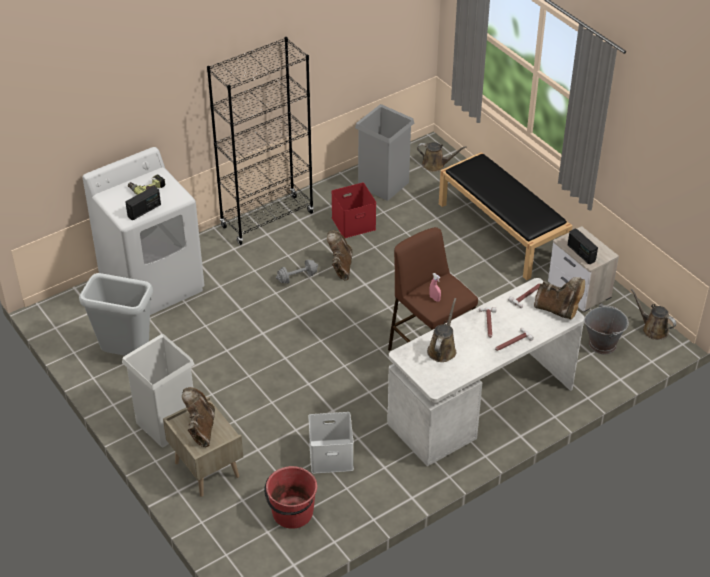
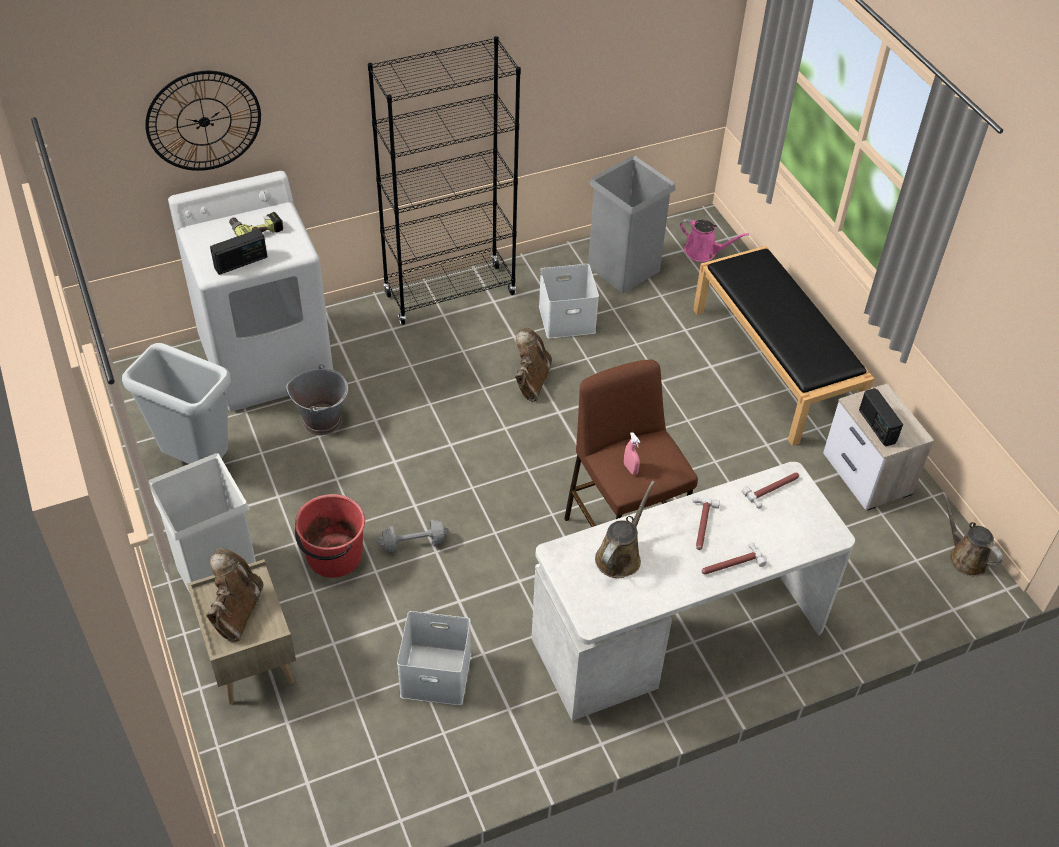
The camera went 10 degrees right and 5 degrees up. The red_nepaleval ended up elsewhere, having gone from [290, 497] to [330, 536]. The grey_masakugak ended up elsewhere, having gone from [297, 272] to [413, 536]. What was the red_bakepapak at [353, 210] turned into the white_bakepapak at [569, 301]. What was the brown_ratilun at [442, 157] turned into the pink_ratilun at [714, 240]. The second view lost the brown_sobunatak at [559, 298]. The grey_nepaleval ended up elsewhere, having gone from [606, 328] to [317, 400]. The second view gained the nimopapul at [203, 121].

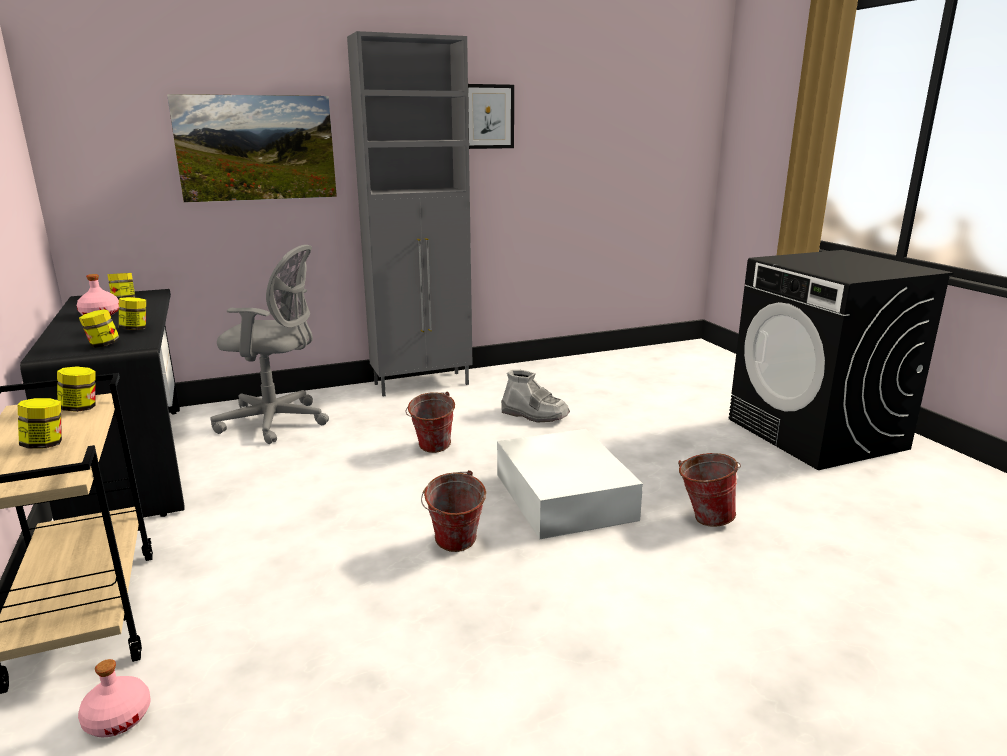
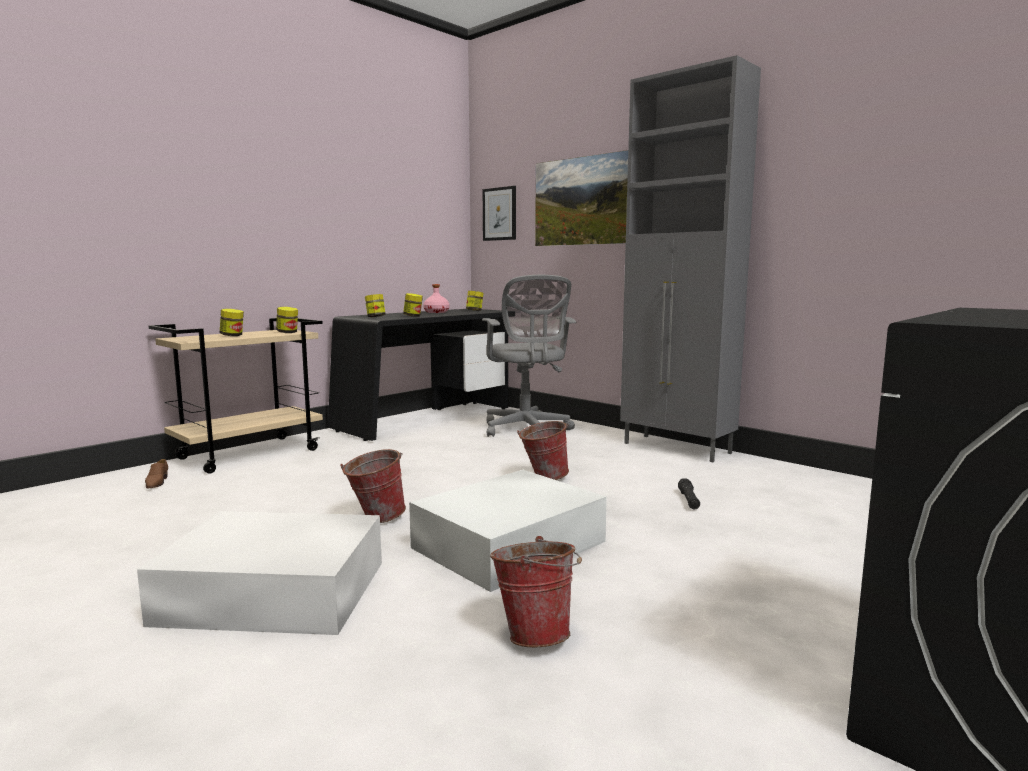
The camera went 65 degrees right and 10 degrees down. Where the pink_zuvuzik stood at [114, 698], the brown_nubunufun came to stand at [156, 474]. The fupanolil ended up elsewhere, having gone from [491, 116] to [499, 213]. Where the grey_sobunatak stood at [535, 396], the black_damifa came to stand at [689, 494]. The second view gained the white_bakepapak at [259, 573].

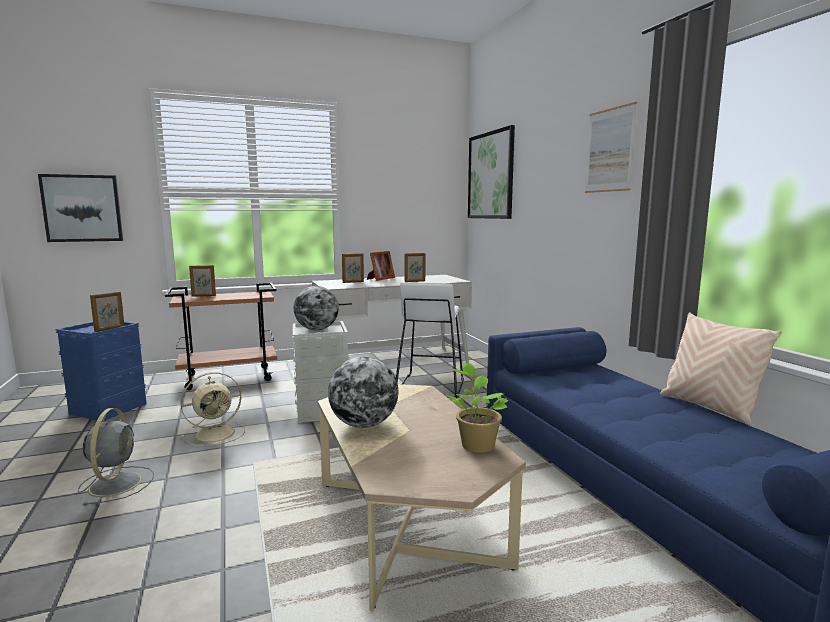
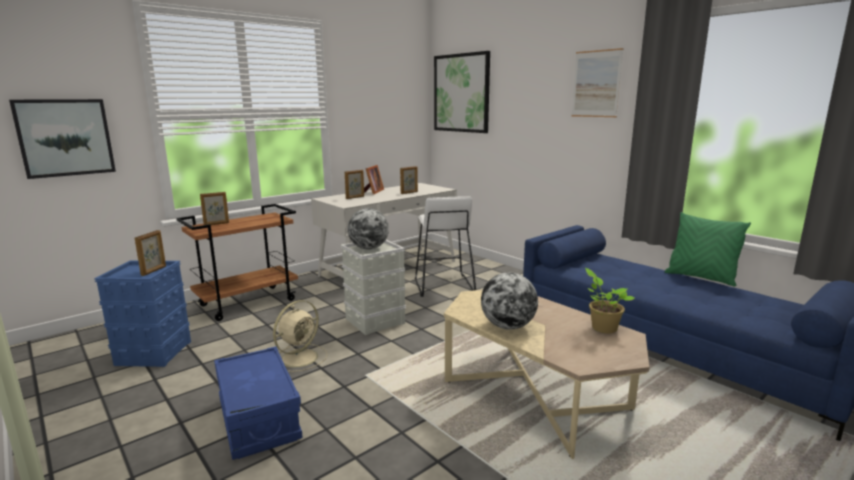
The camera went 20 degrees left and 5 degrees up. Where the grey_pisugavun stood at [116, 457], the blue_bakepapak came to stand at [258, 403]. What was the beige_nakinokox at [721, 368] turned into the green_nakinokox at [708, 249].

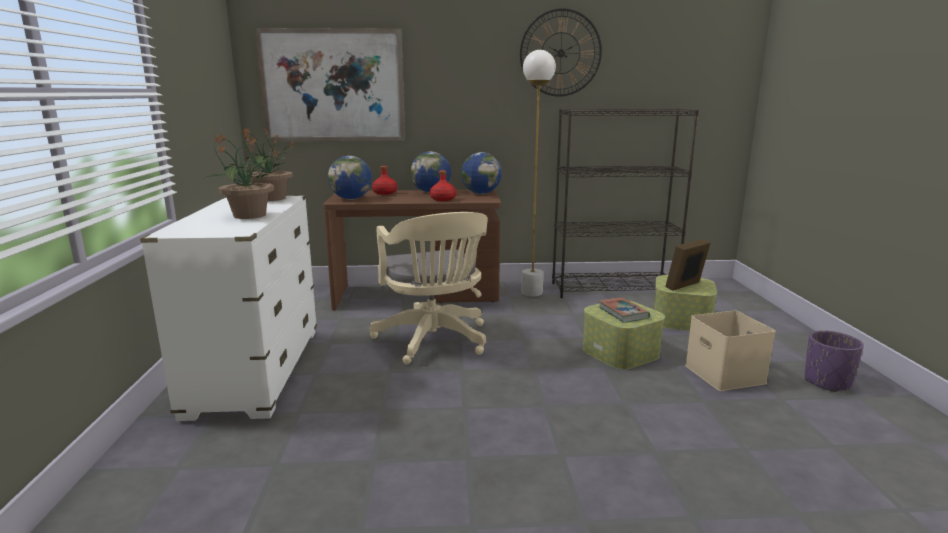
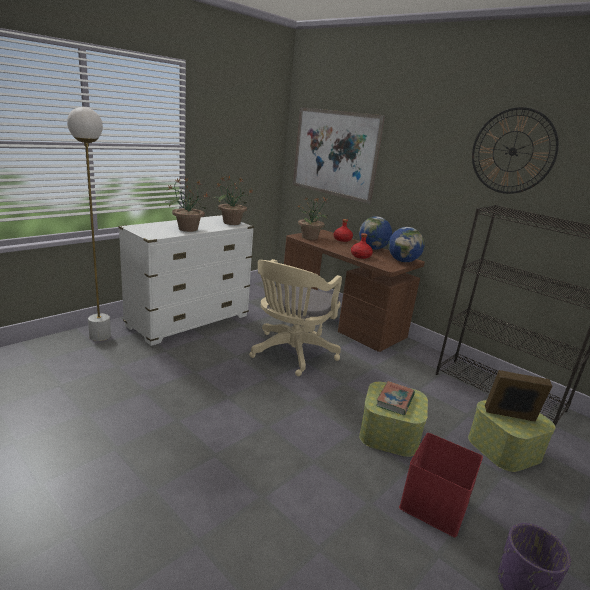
The camera went 45 degrees right and 5 degrees up. Where the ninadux stood at [350, 178], the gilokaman came to stand at [312, 218]. The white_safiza ended up elsewhere, having gone from [538, 173] to [89, 224]. What was the beige_bakepapak at [730, 351] turned into the red_bakepapak at [441, 485].

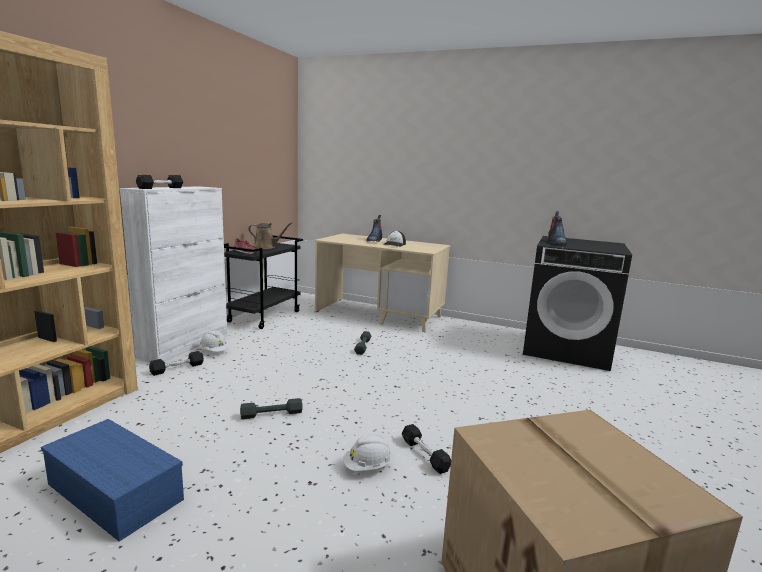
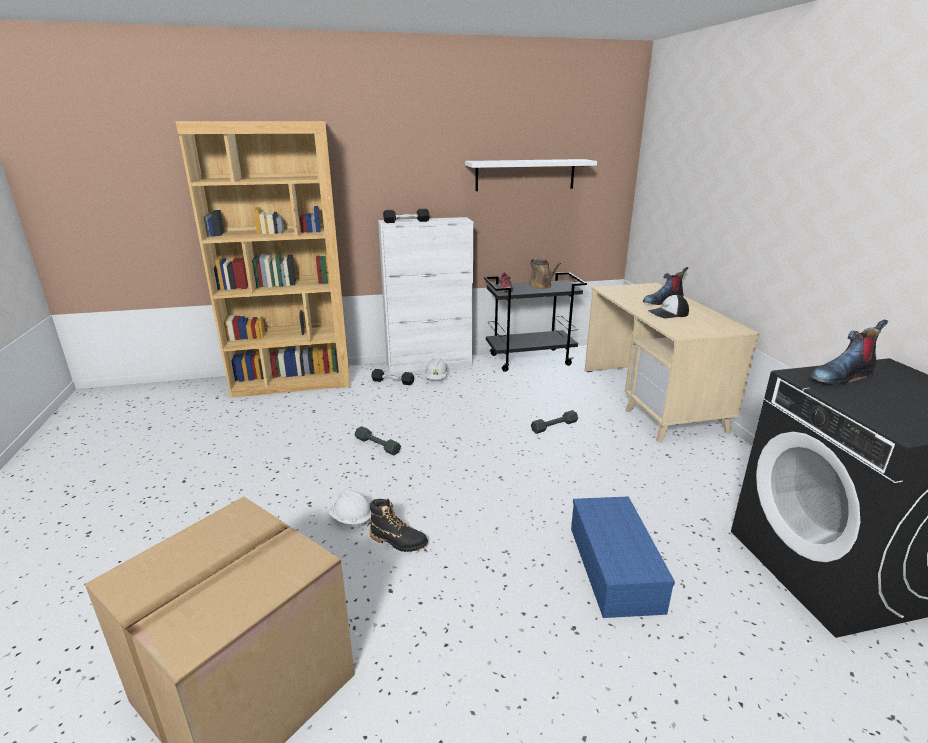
The camera went 55 degrees right and 10 degrees up. The blue_bakepapak ended up elsewhere, having gone from [112, 480] to [623, 557]. Where the black_masakugak stood at [426, 449], the black_sobunatak came to stand at [398, 525]. The second view gained the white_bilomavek at [531, 175].

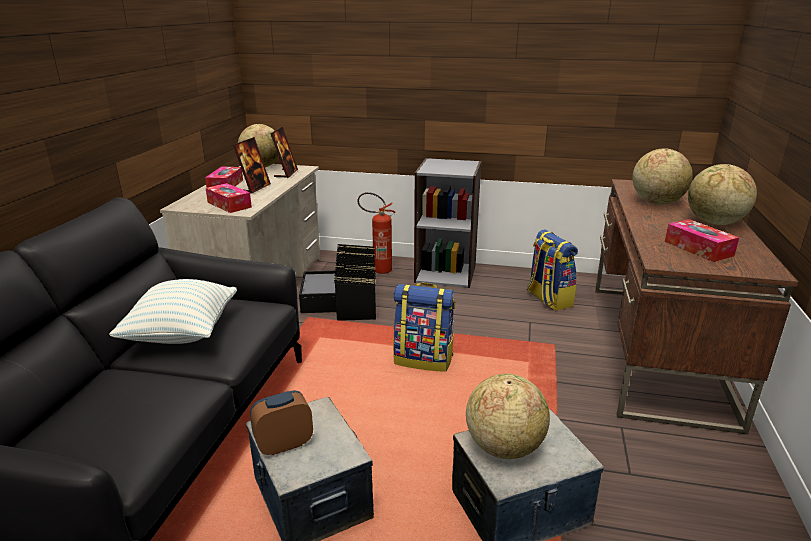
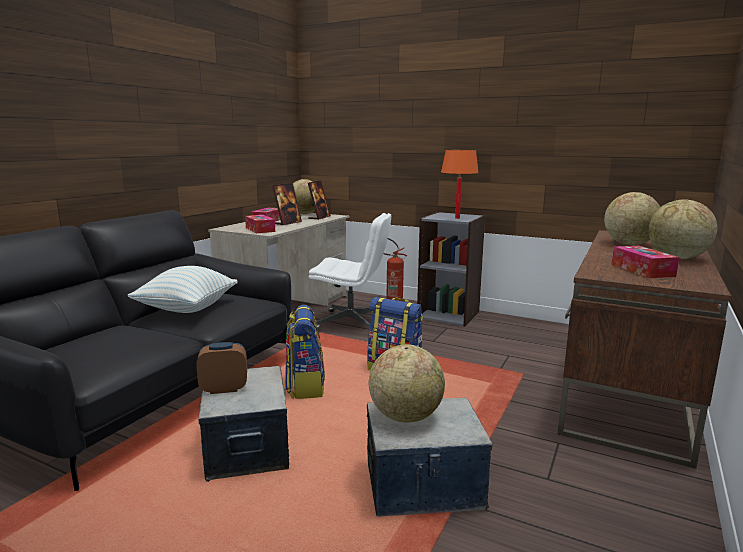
The camera went 15 degrees right and 10 degrees down. Where the black_bakepapak stood at [337, 282], the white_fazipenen came to stand at [350, 272]. The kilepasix ended up elsewhere, having gone from [552, 270] to [305, 352]. The second view gained the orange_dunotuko at [460, 184].

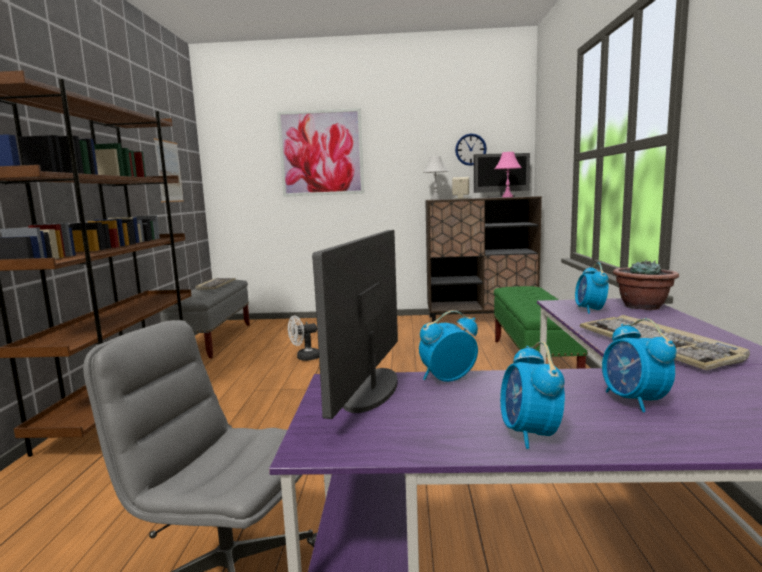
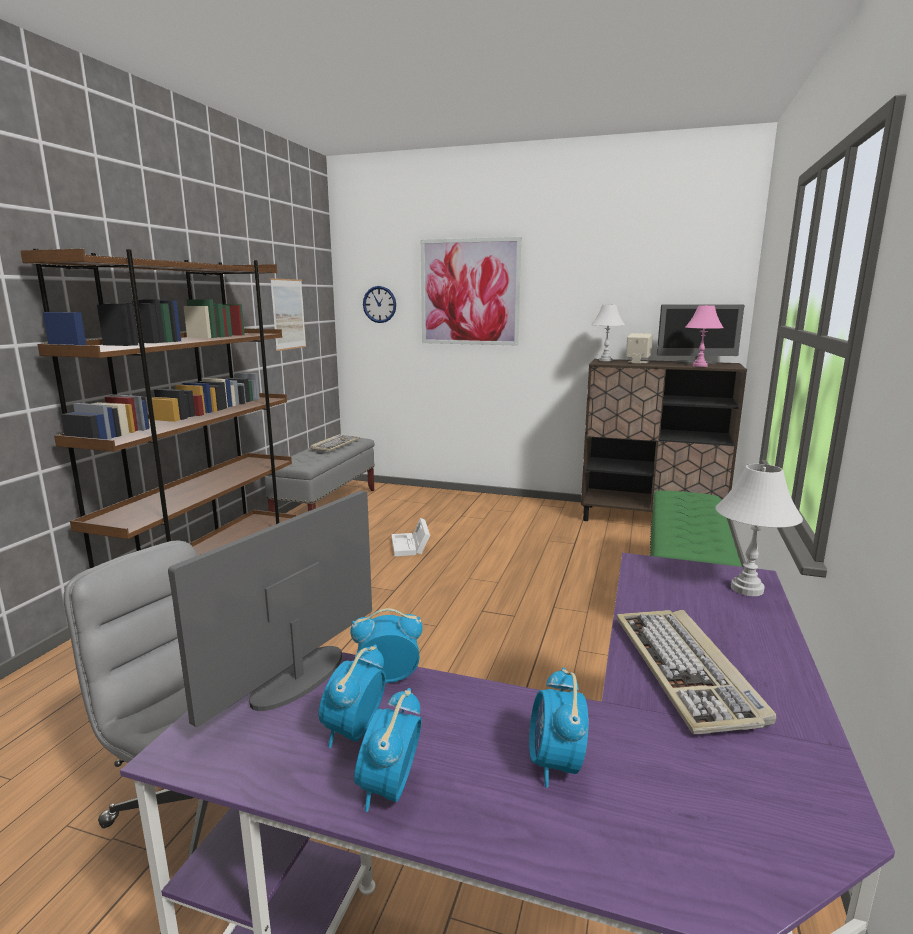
The camera went 15 degrees right and 5 degrees up. Where the white_pisugavun stood at [303, 338], the white_bakepapak came to stand at [411, 537]. The nimopapul ended up elsewhere, having gone from [471, 149] to [379, 304]. The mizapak ended up elsewhere, having gone from [591, 288] to [352, 696]. Where the gilokaman stood at [646, 285], the white_dunotuko came to stand at [759, 530].

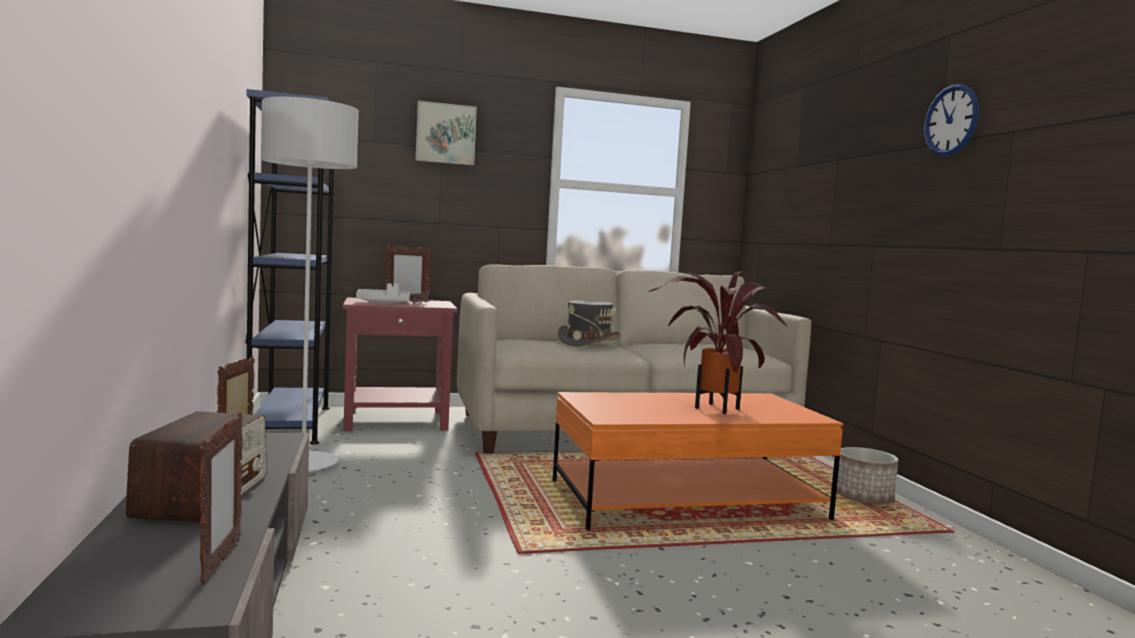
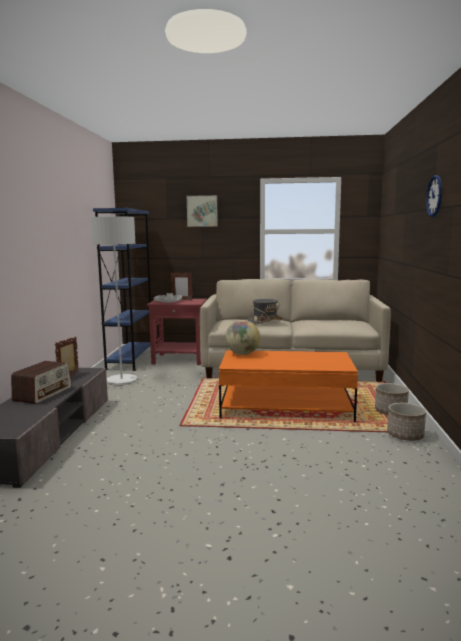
The camera went 20 degrees right and 5 degrees up. The second view lost the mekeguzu at [221, 498]. The second view lost the gilokaman at [718, 342]. The second view gained the ninadux at [242, 337]. The second view gained the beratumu at [406, 422].

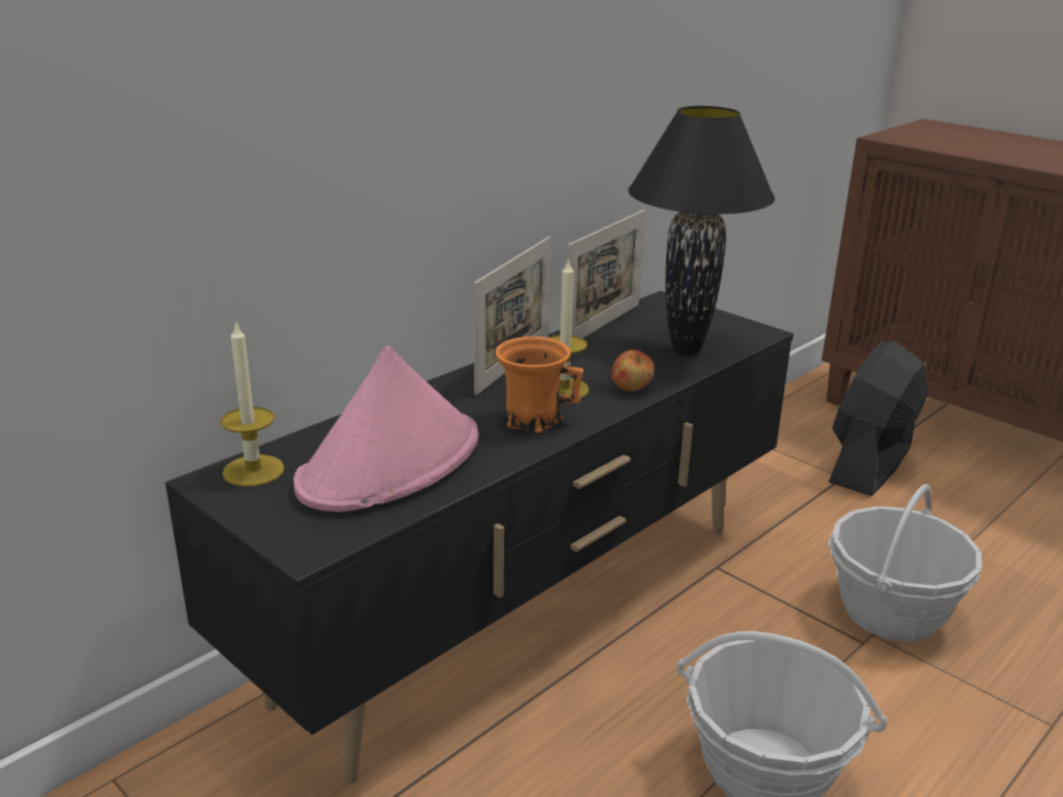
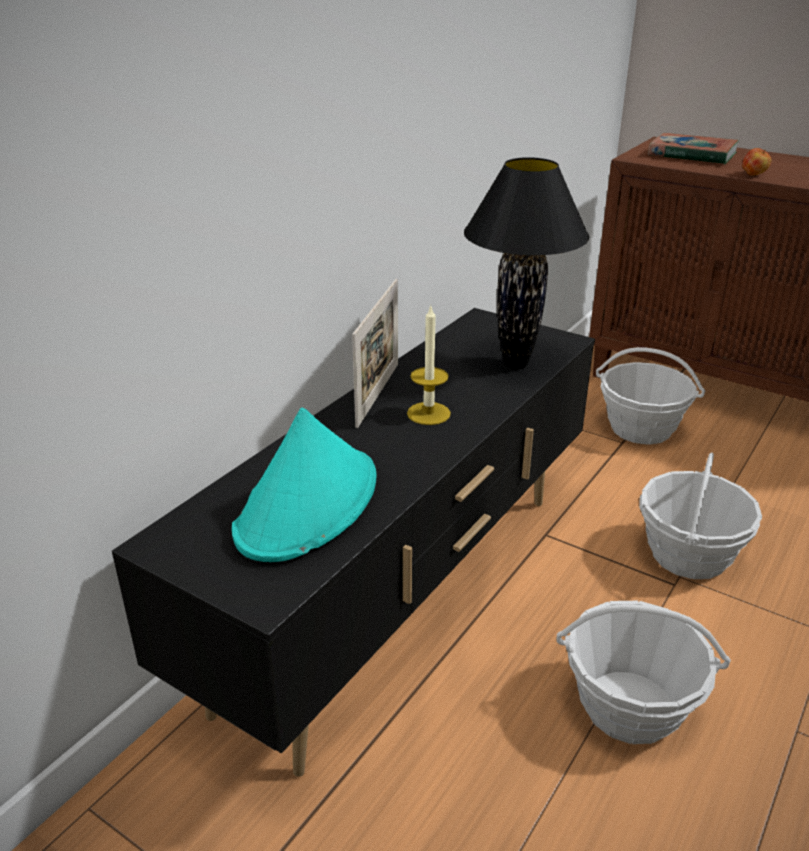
The camera went 10 degrees left and 5 degrees up. The second view lost the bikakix at [252, 404]. What was the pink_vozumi at [386, 429] turned into the turquoise_vozumi at [304, 485]. The second view lost the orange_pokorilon at [539, 384]. The second view lost the mekeguzu at [606, 274]. The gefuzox ended up elsewhere, having gone from [633, 370] to [757, 162]. Where the black_pisugavun stood at [878, 418], the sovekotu came to stand at [650, 396]. The second view gained the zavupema at [693, 149].

